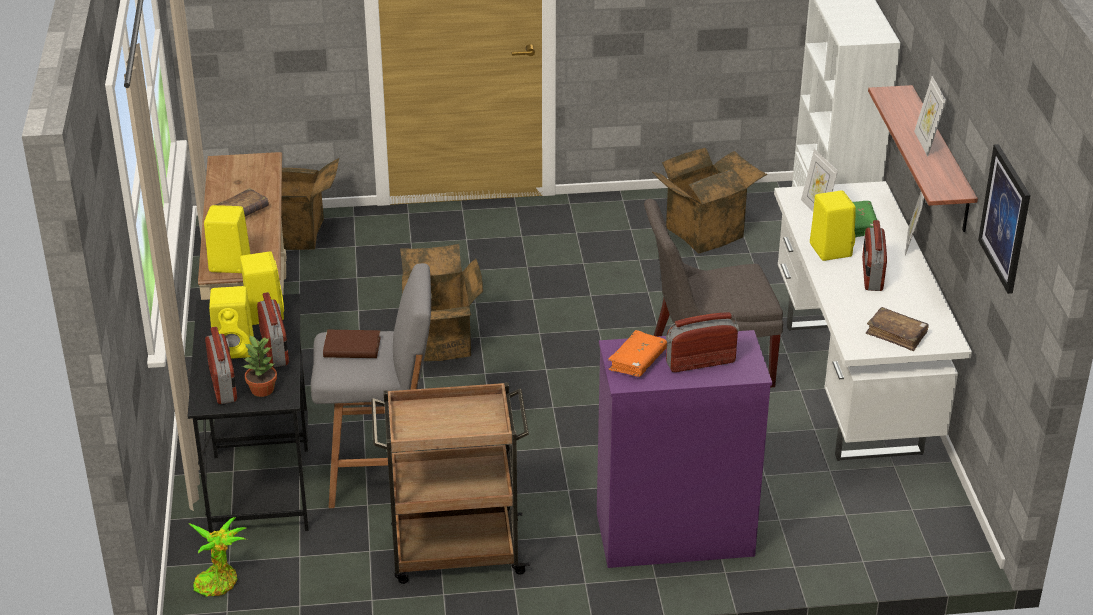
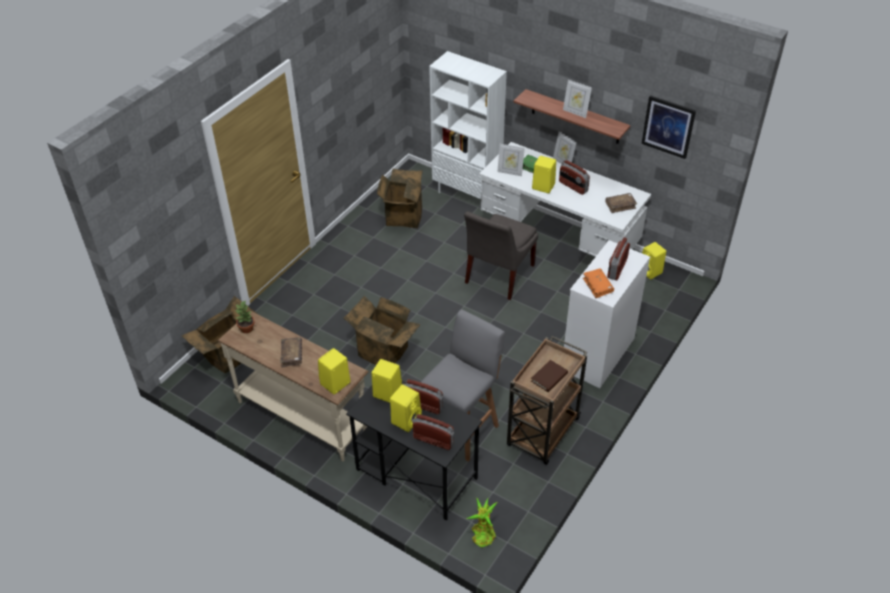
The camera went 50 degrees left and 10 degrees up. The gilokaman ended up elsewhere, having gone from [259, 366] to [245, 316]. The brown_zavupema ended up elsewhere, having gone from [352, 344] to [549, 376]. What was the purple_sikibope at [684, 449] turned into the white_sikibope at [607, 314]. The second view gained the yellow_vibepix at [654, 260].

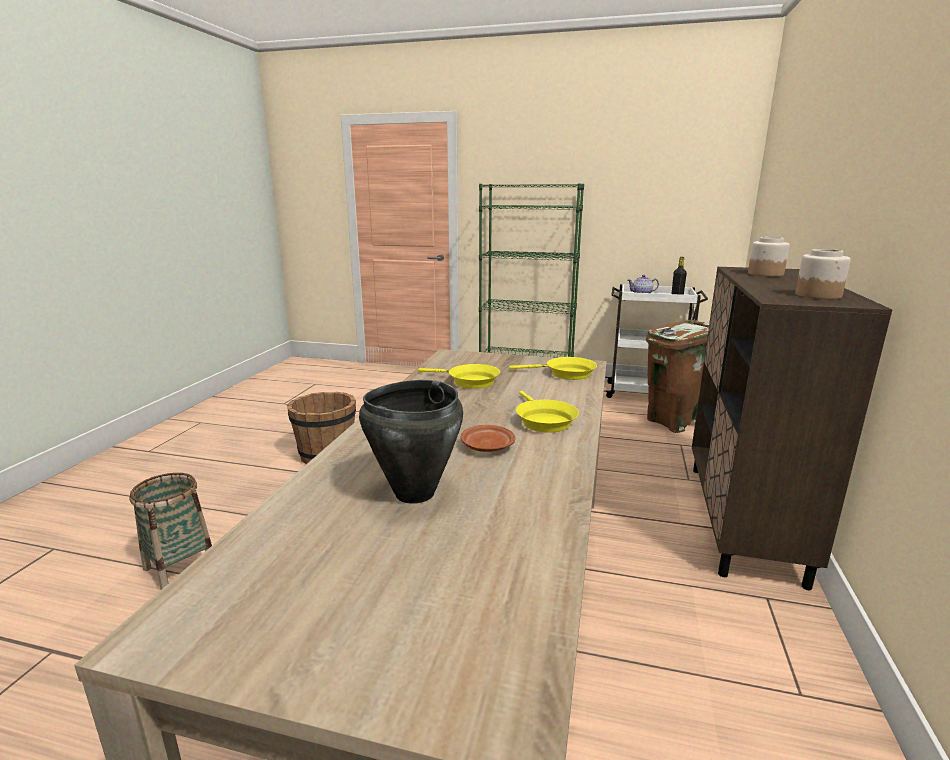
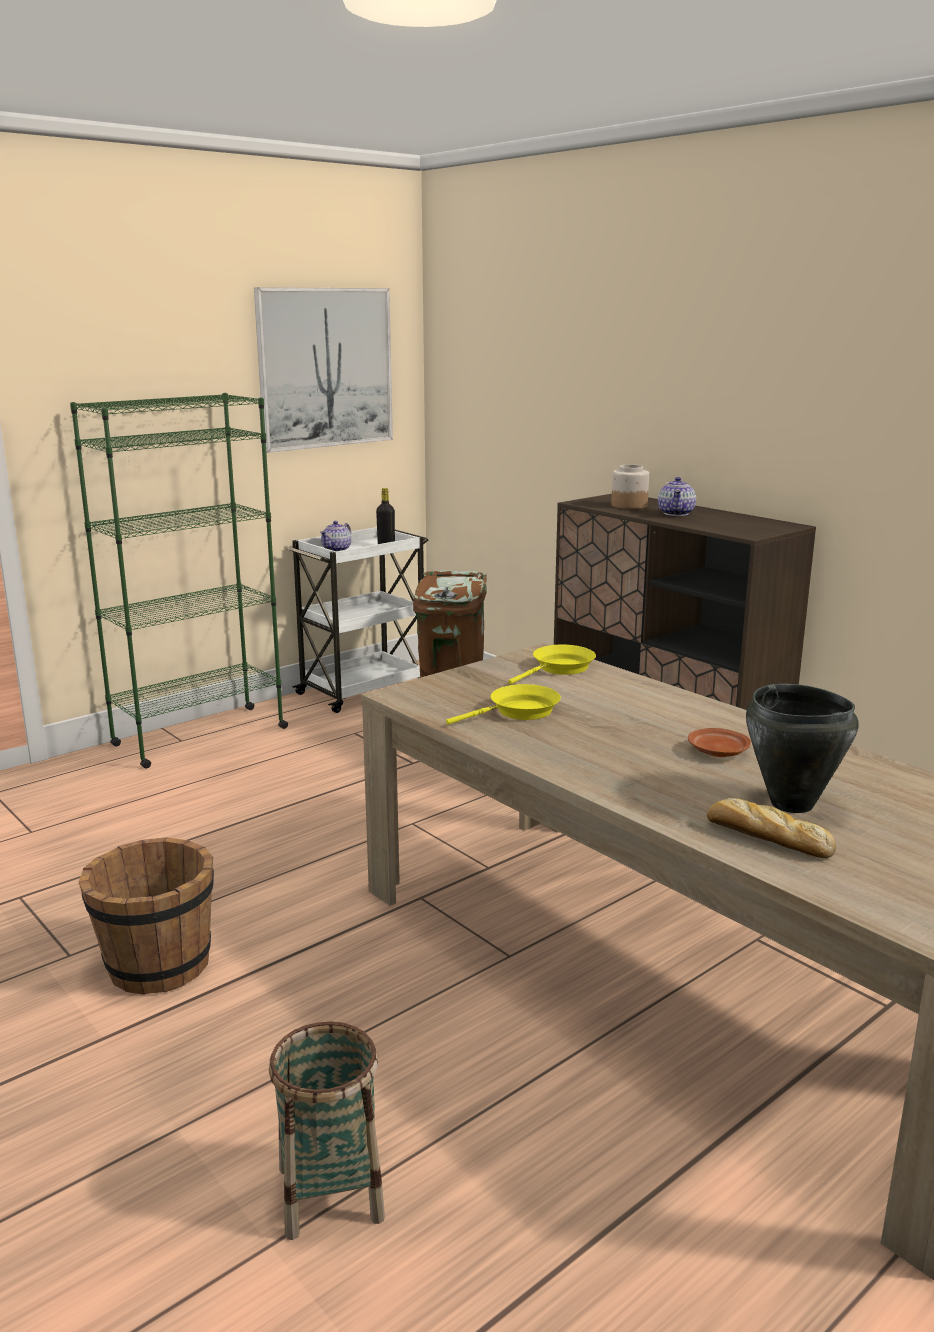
The camera went 55 degrees left and 0 degrees up. The second view lost the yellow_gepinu at [547, 412]. The second view lost the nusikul at [823, 274]. The second view gained the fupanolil at [323, 370]. The second view gained the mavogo at [677, 496]. The second view gained the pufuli at [771, 828].

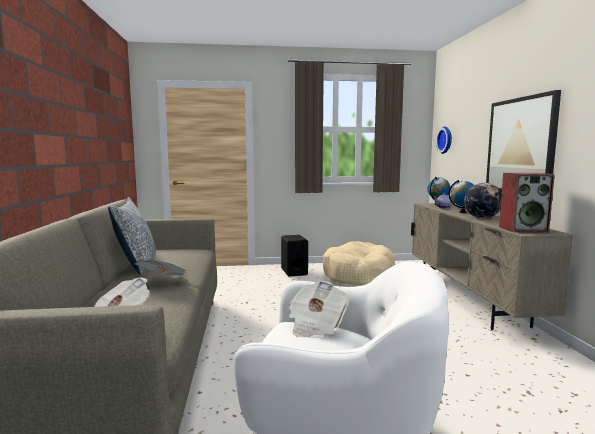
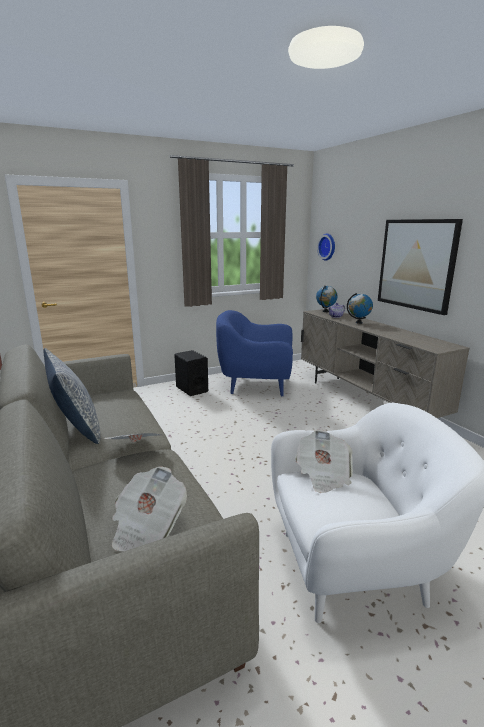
The camera went 20 degrees left and 10 degrees up. Where the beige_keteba stood at [359, 263], the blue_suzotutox came to stand at [254, 353]. The second view lost the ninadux at [483, 201]. The second view lost the vibepix at [527, 202].

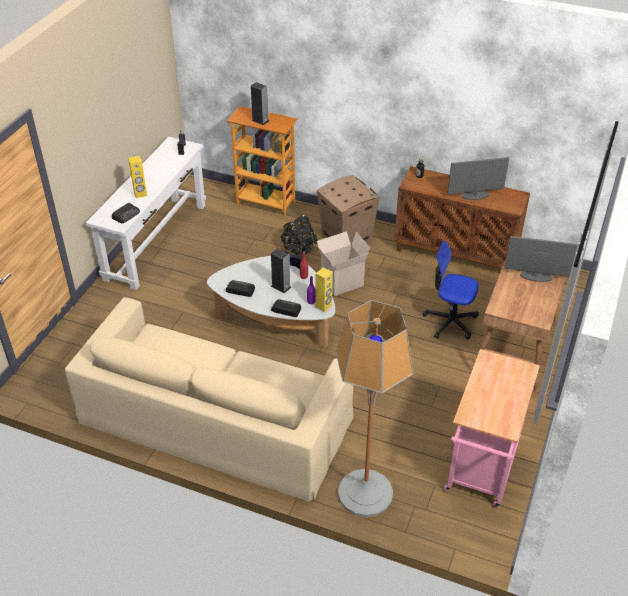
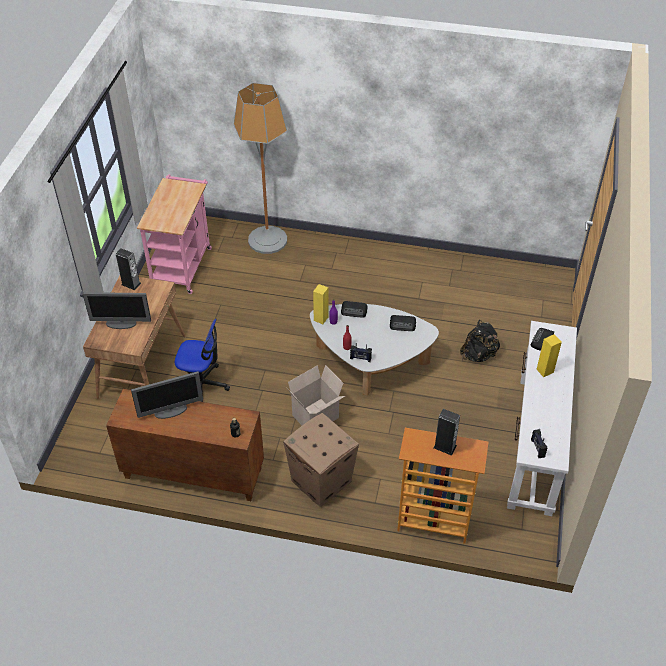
The camera went 170 degrees right and 5 degrees up. The second view lost the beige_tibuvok at [209, 399]. The vibepix ended up elsewhere, having gone from [281, 271] to [128, 269]. The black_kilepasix ended up elsewhere, having gone from [299, 235] to [480, 341].

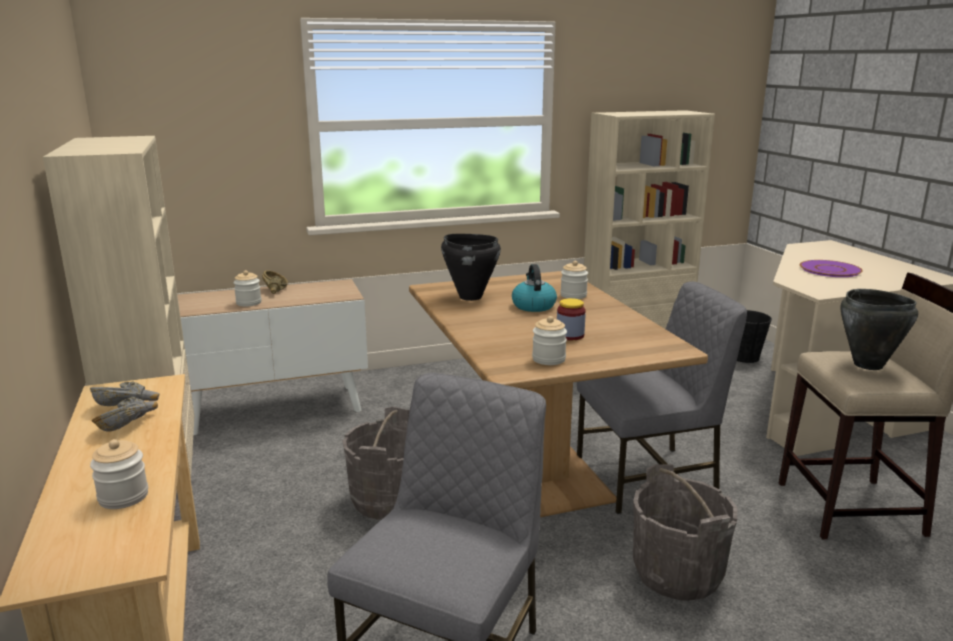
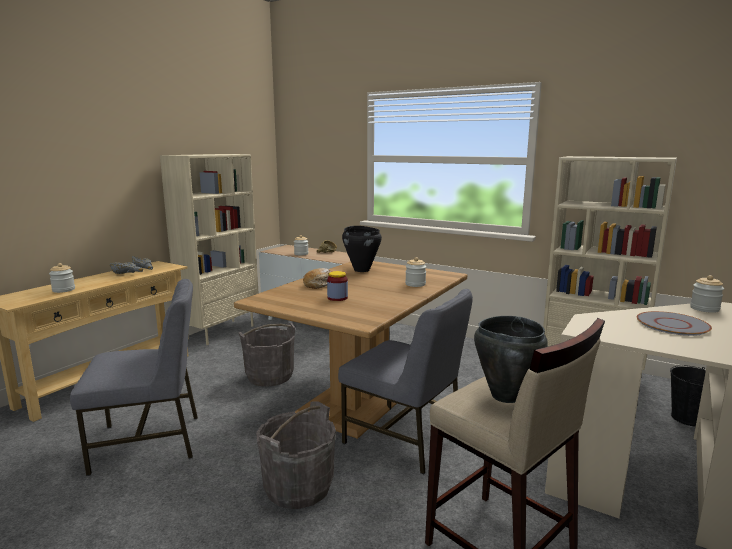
The camera went 50 degrees right and 5 degrees down. The second view lost the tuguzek at [534, 288]. The nusikul ended up elsewhere, having gone from [549, 340] to [707, 294]. What was the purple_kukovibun at [831, 268] turned into the grey_kukovibun at [674, 323]. The second view gained the pufuli at [317, 278].

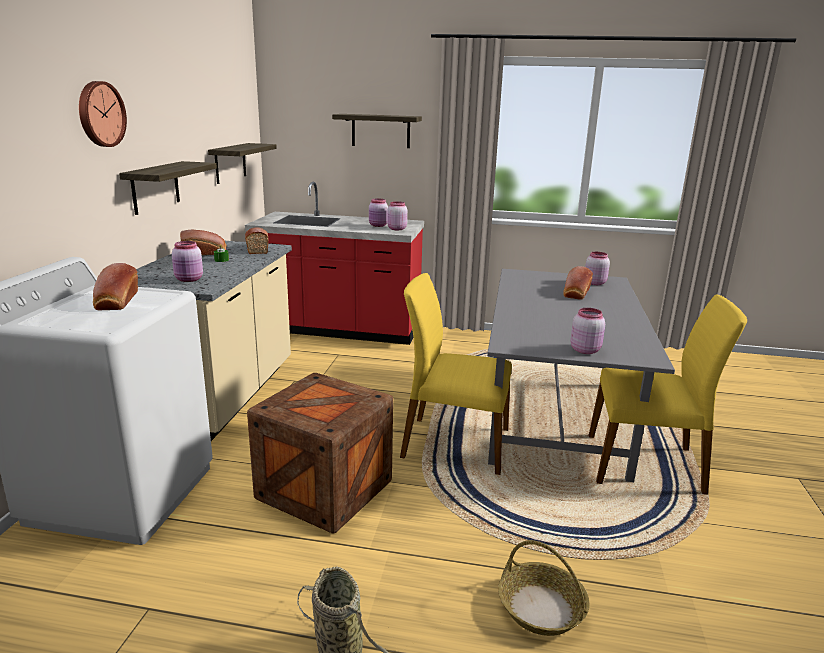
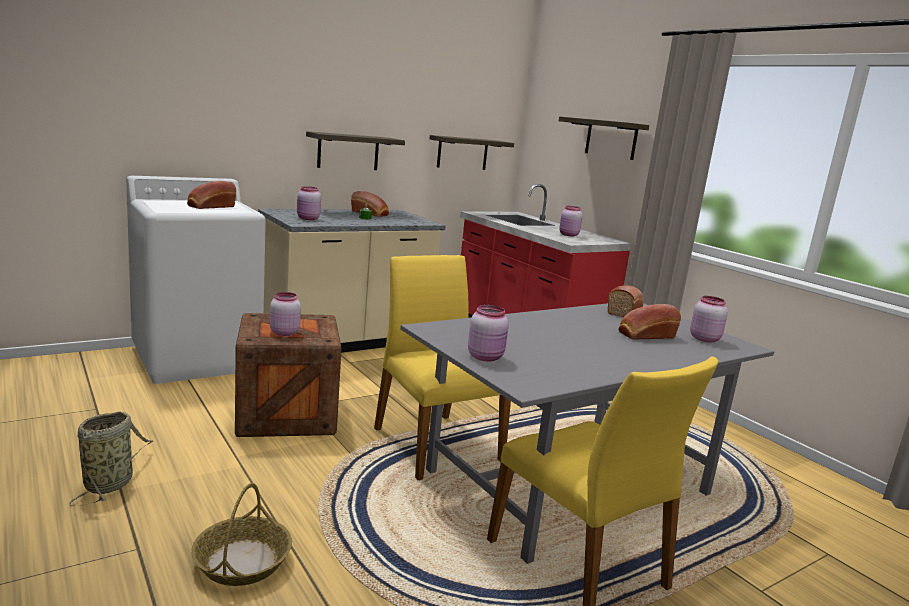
The camera went 45 degrees right and 5 degrees down. The second view lost the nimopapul at [103, 114]. The pufuli ended up elsewhere, having gone from [257, 240] to [625, 301]. The pink_nusikul ended up elsewhere, having gone from [397, 215] to [285, 314].

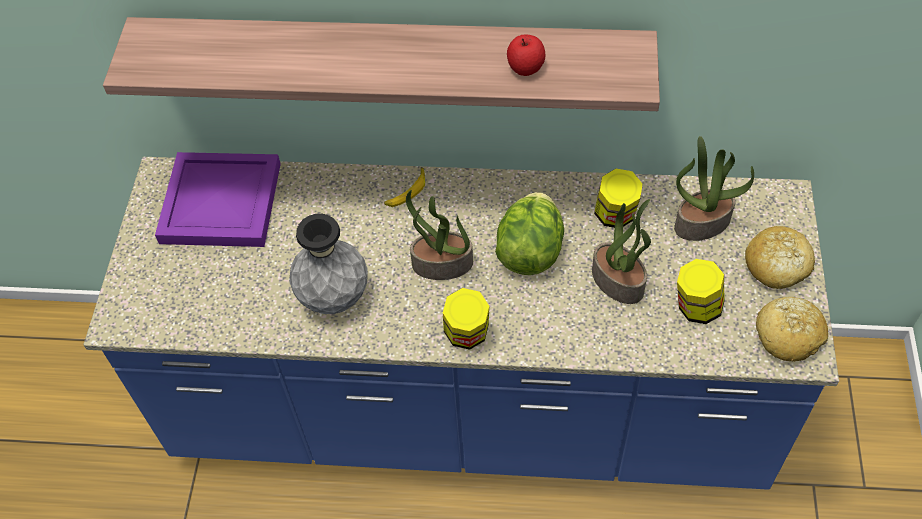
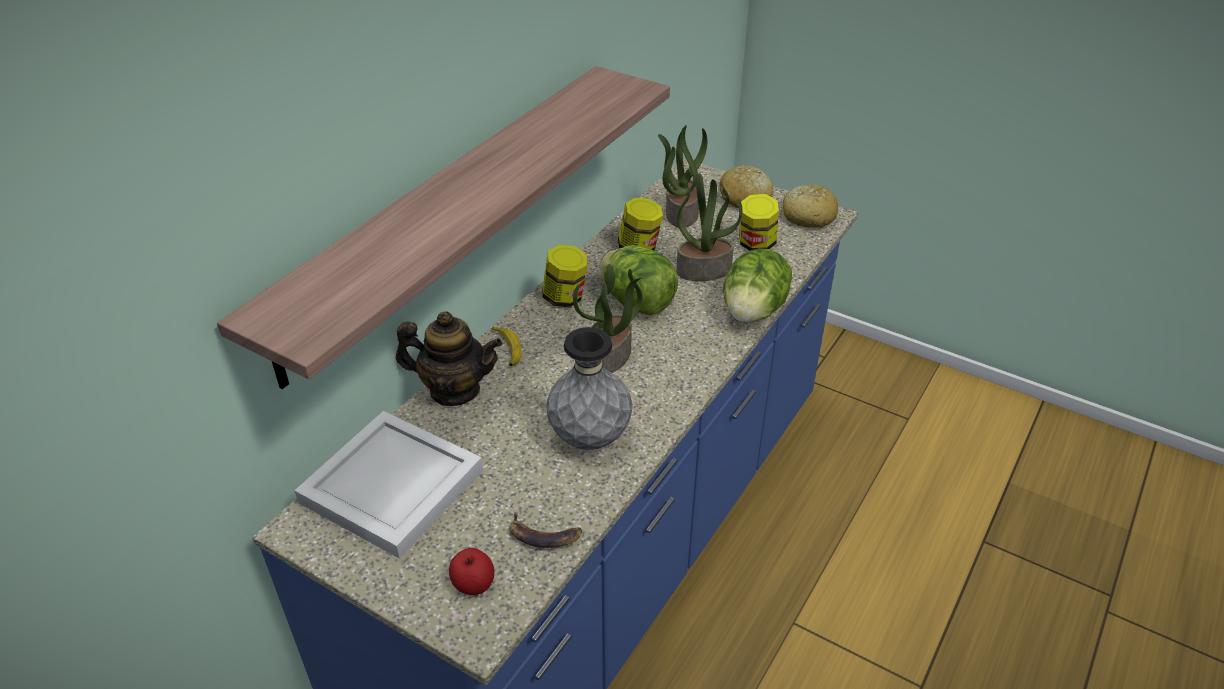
The camera went 65 degrees left and 15 degrees down. What was the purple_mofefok at [218, 199] turned into the white_mofefok at [388, 485]. The nusikul ended up elsewhere, having gone from [466, 319] to [565, 276]. The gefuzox ended up elsewhere, having gone from [526, 55] to [471, 571]. The second view gained the mavogo at [449, 358]. The second view gained the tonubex at [545, 530]. The second view gained the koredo at [758, 285].

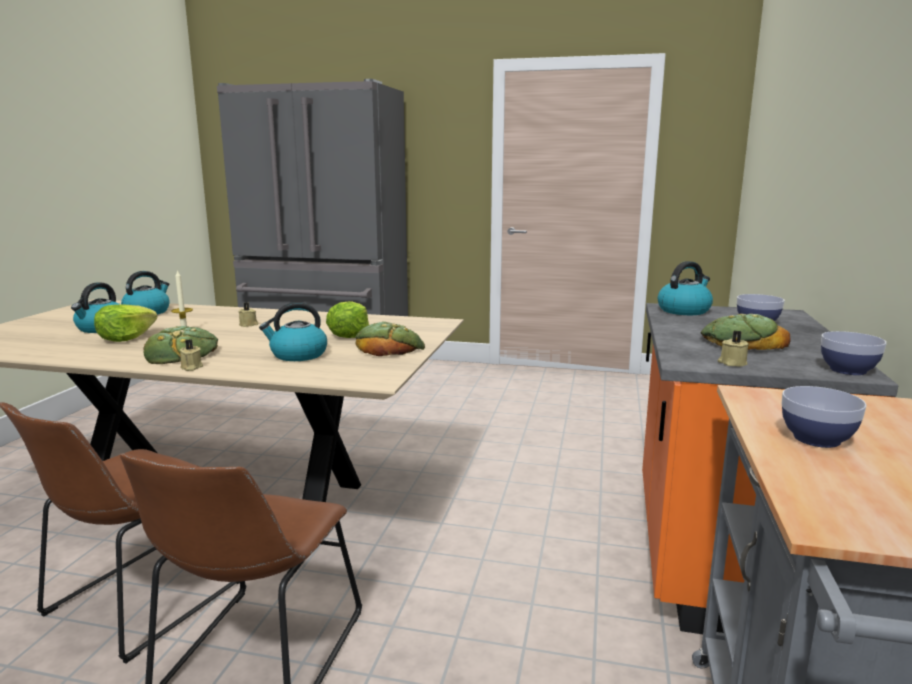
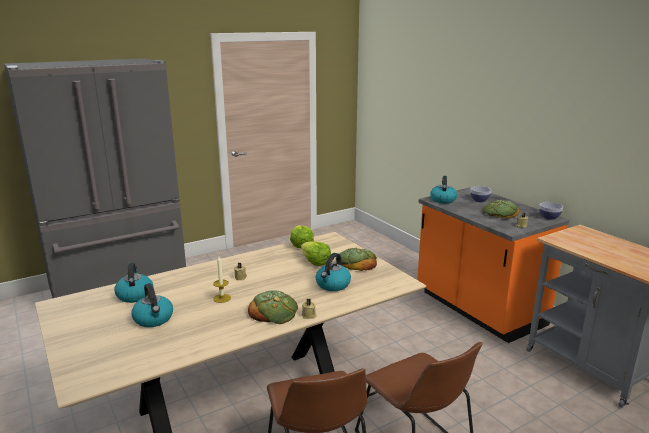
The camera went 45 degrees left and 5 degrees up. The koredo ended up elsewhere, having gone from [126, 323] to [302, 236]. The second view lost the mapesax at [824, 417].

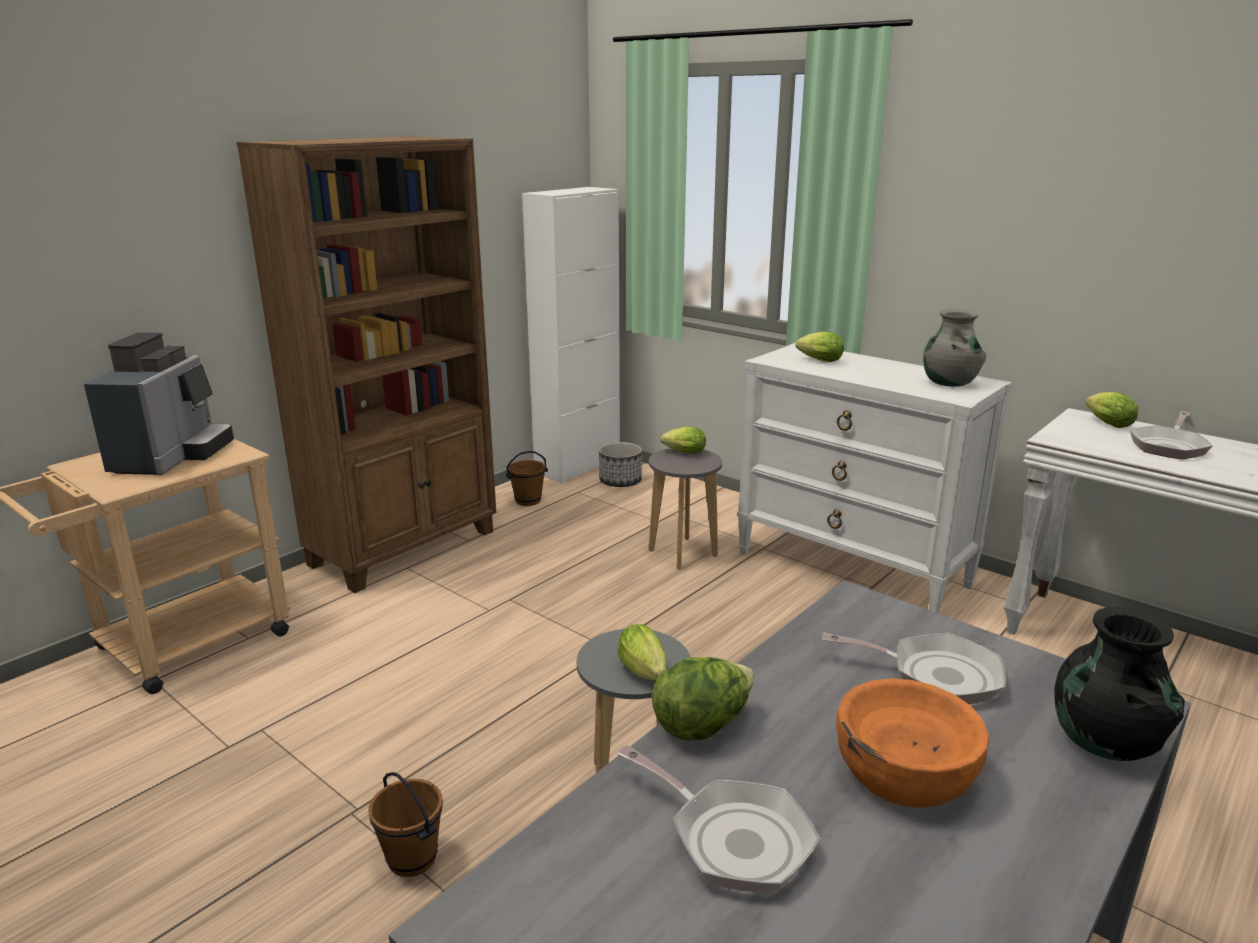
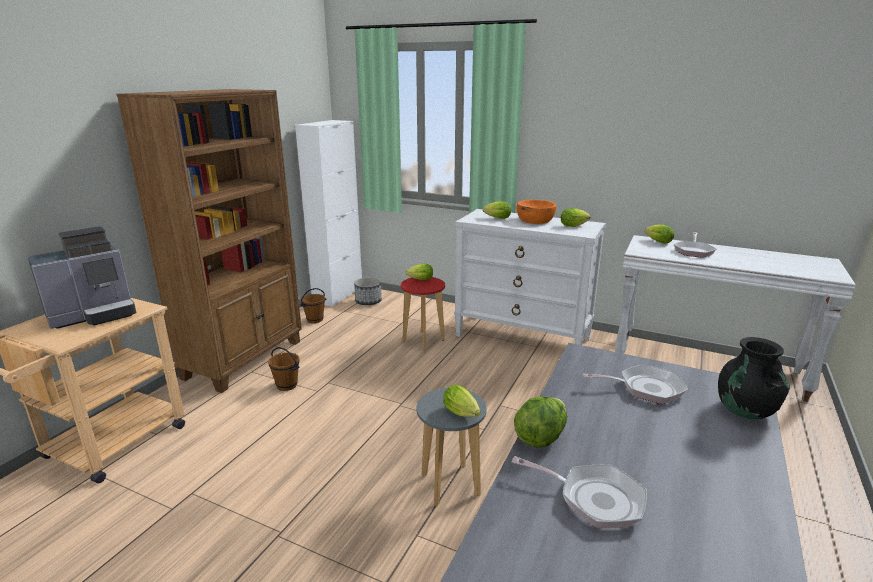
The camera went 15 degrees left and 0 degrees up. The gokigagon at [159, 403] ended up facing another way, 60 degrees clockwise from before. The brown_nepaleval ended up elsewhere, having gone from [405, 824] to [284, 369]. What was the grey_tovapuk at [685, 508] turned into the red_tovapuk at [423, 314]. The orange_mapesax ended up elsewhere, having gone from [912, 743] to [536, 211]. Where the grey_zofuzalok stood at [954, 348], the koredo came to stand at [575, 217].

